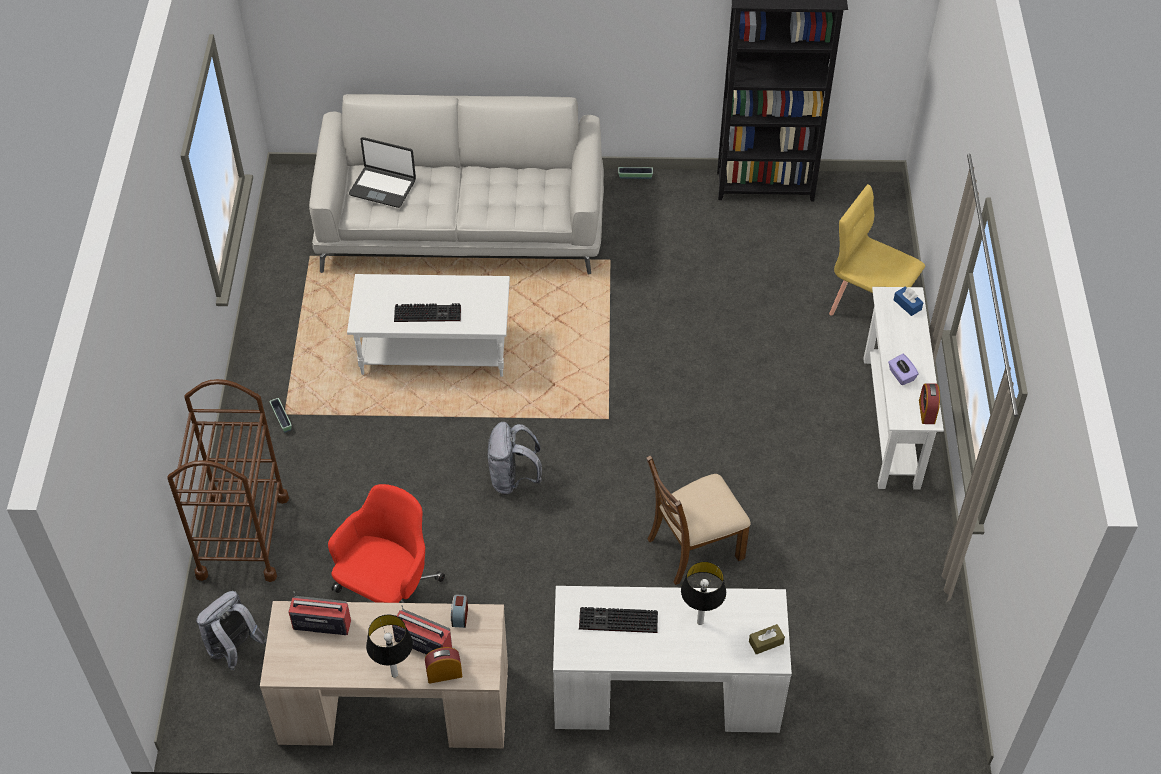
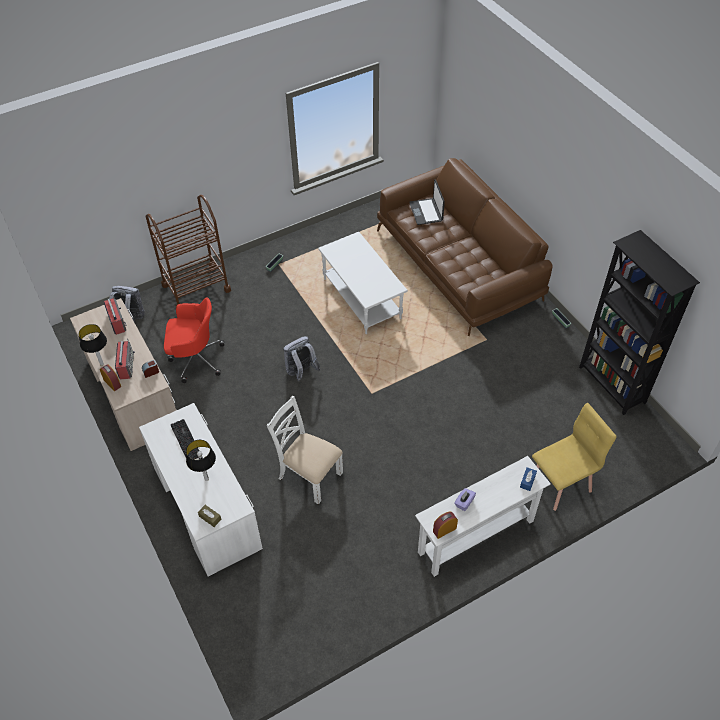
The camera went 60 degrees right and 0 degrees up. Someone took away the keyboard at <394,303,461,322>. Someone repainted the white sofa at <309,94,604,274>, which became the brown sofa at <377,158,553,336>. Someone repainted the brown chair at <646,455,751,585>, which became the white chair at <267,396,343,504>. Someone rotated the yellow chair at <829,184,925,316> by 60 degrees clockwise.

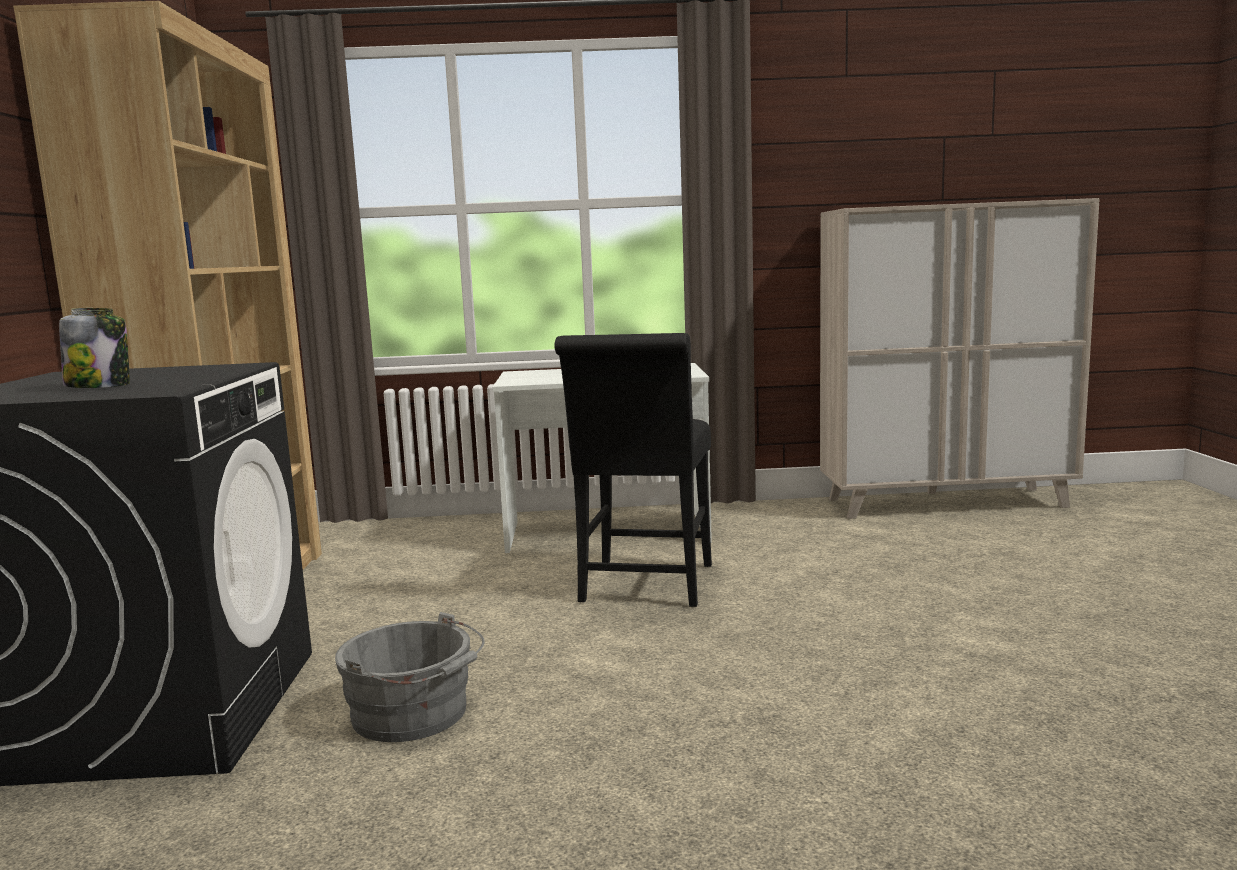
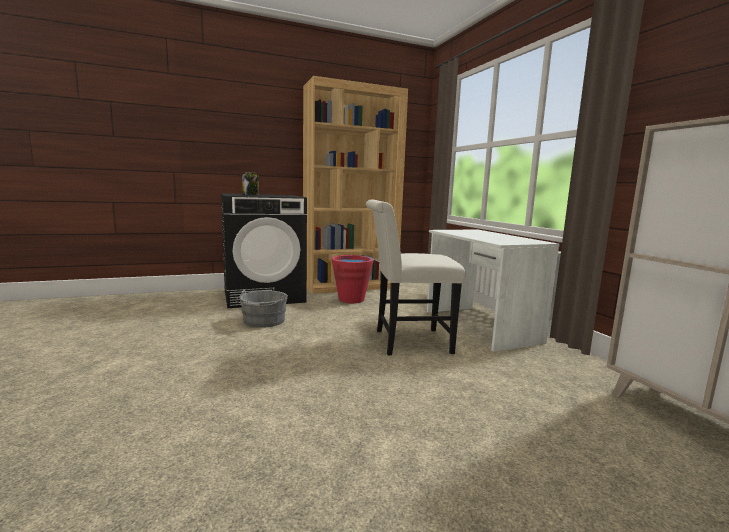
The camera went 70 degrees right and 0 degrees up. Someone put down the red bucket at <331,255,374,303>. Someone repainted the black chair at <554,333,712,607>, which became the white chair at <366,199,465,356>.

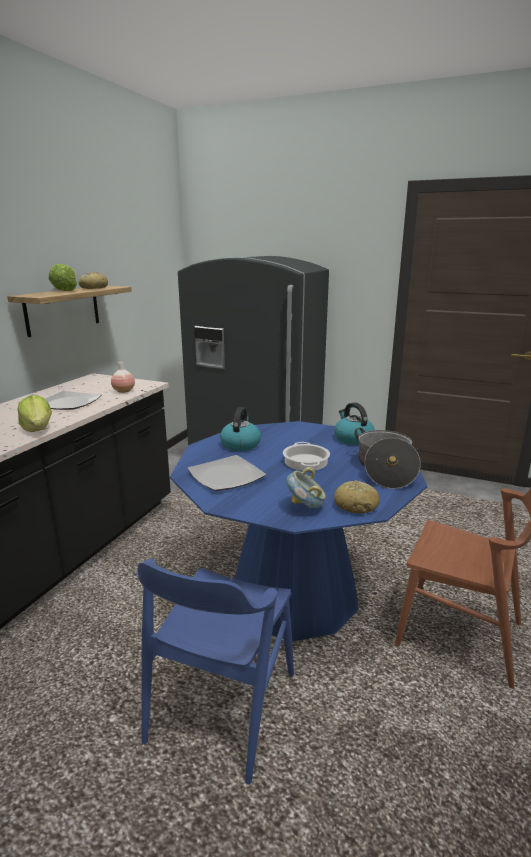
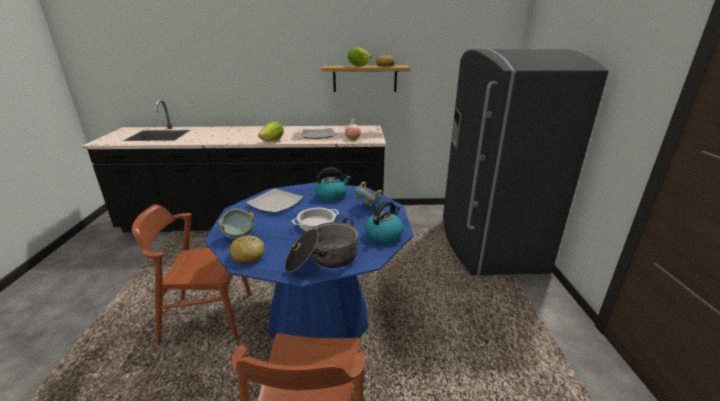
The camera went 65 degrees right and 5 degrees up. Someone put down the bowl at <355,182,383,206>. Someone repainted the blue chair at <136,559,294,784>, which became the brown chair at <132,205,251,345>.

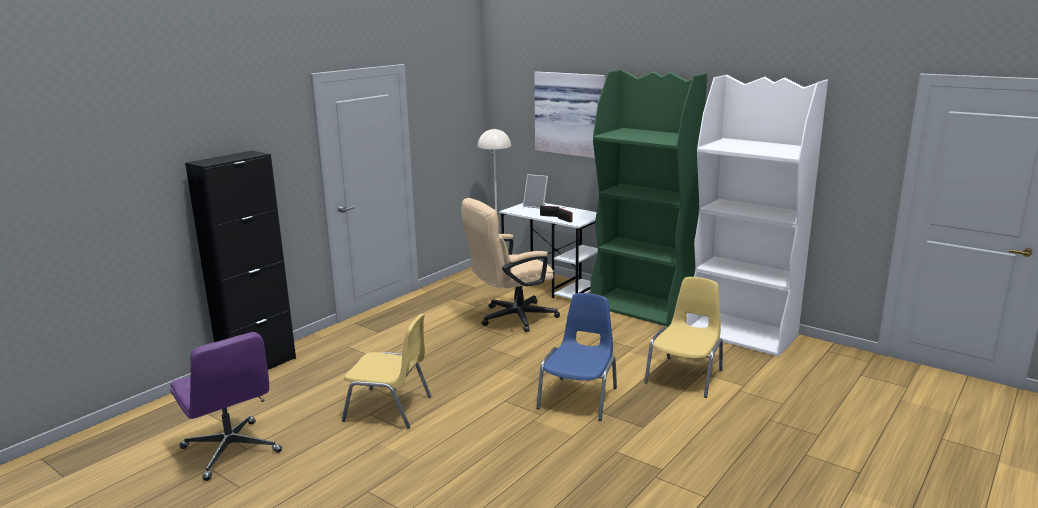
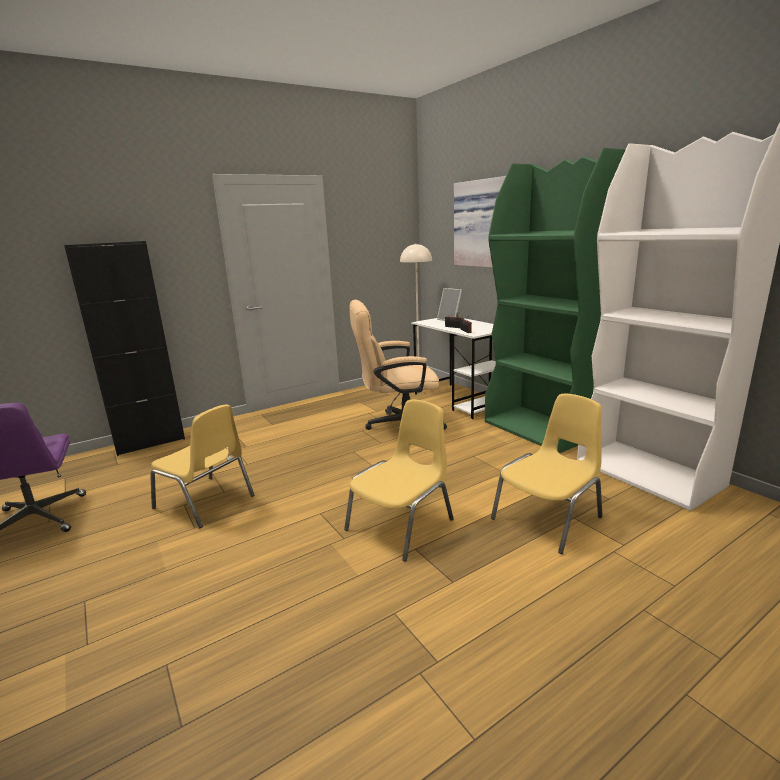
The camera went 20 degrees right and 0 degrees up. Someone repainted the blue chair at <536,293,617,421>, which became the yellow chair at <344,400,454,562>.

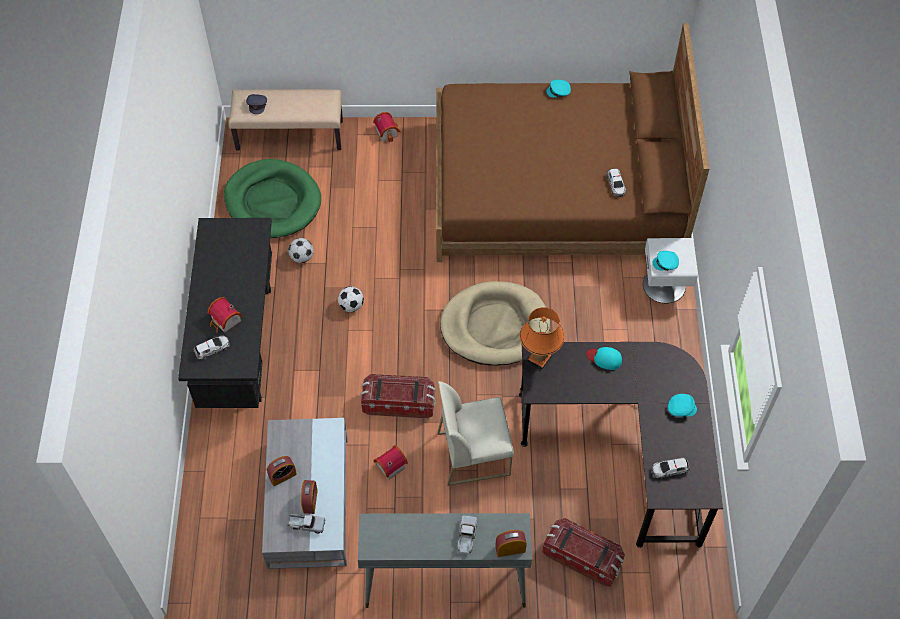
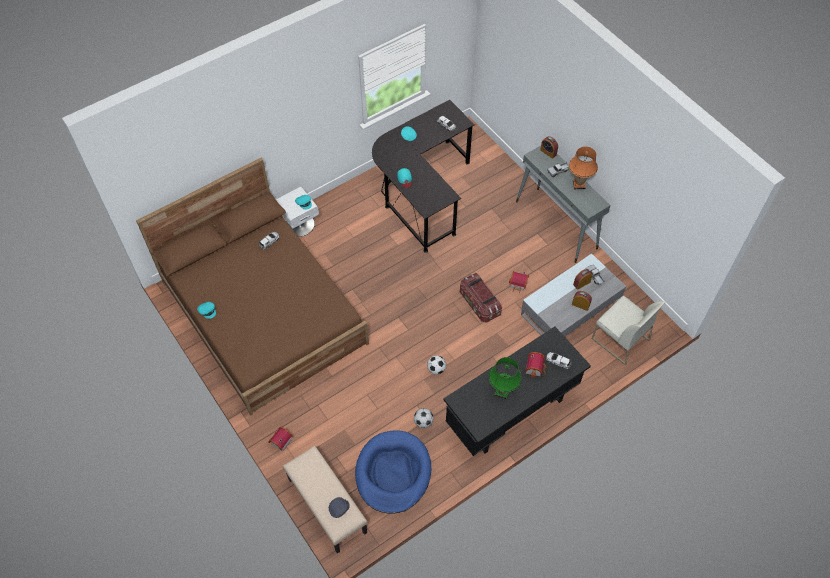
The camera went 125 degrees left and 0 degrees up. Someone took away the beige dog bed at <440,281,550,366>. Someone took away the storage box at <542,518,625,587>. Someone put down the green table lamp at <489,357,521,399>. Someone carried the white chair from <437,381,514,486> to <592,296,666,365>. Someone carried the orange table lamp from <520,307,565,369> to <569,147,598,189>. Someone repainted the green dog bed at <224,159,321,238>, which became the blue dog bed at <355,430,431,514>.

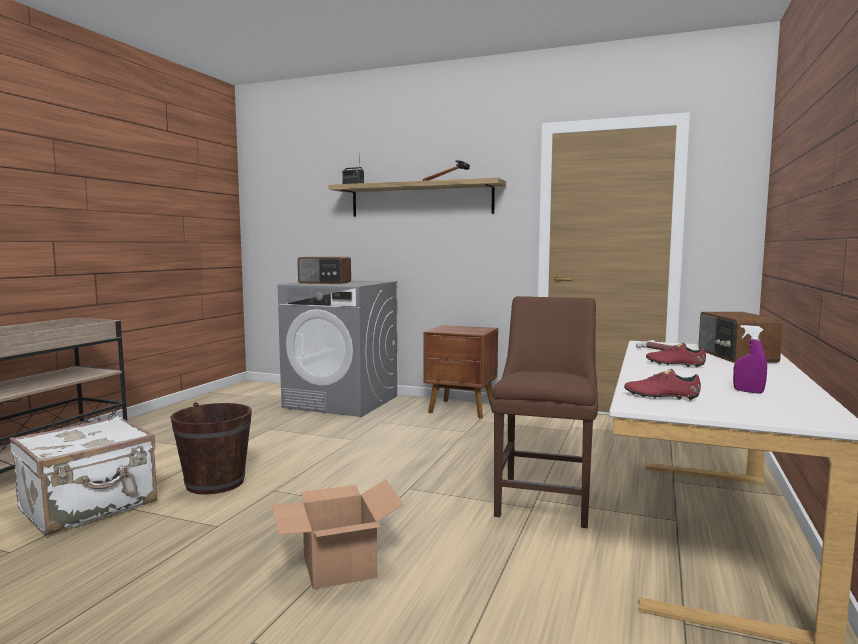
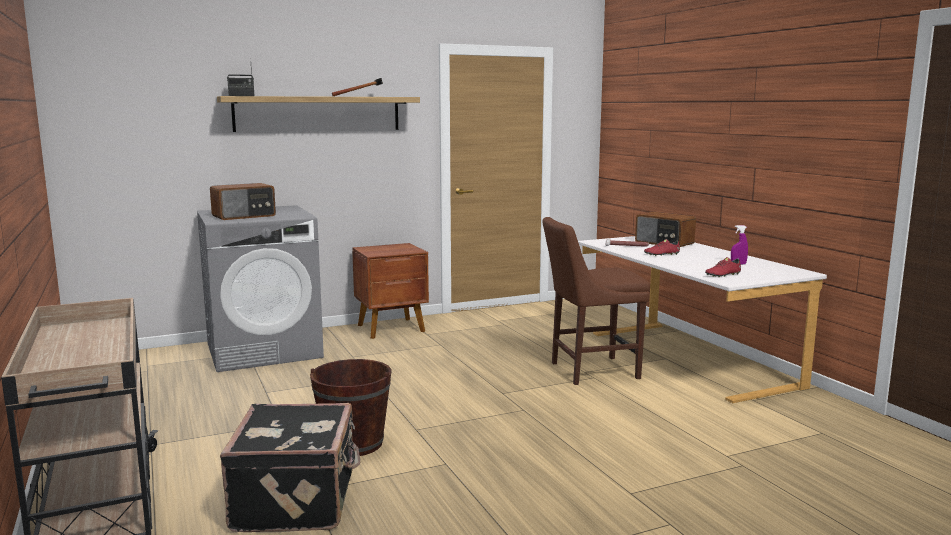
The camera went 45 degrees left and 5 degrees up. Someone took away the cardboard box at <272,480,404,590>. Someone repainted the white suitcase at <10,416,157,535>, which became the black suitcase at <220,403,360,532>. Someone rotated the brown chair at <491,296,598,528> by 75 degrees counterclockwise.

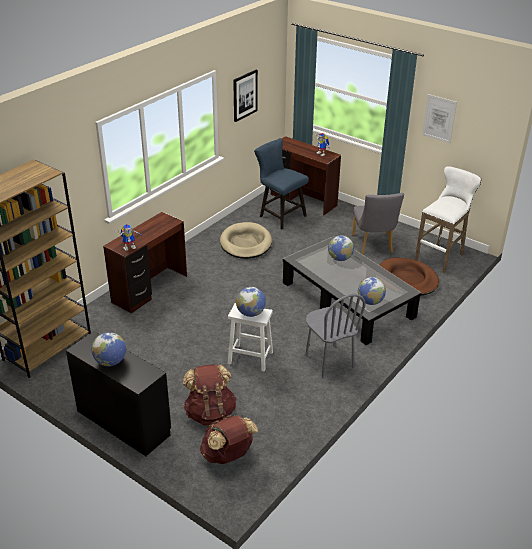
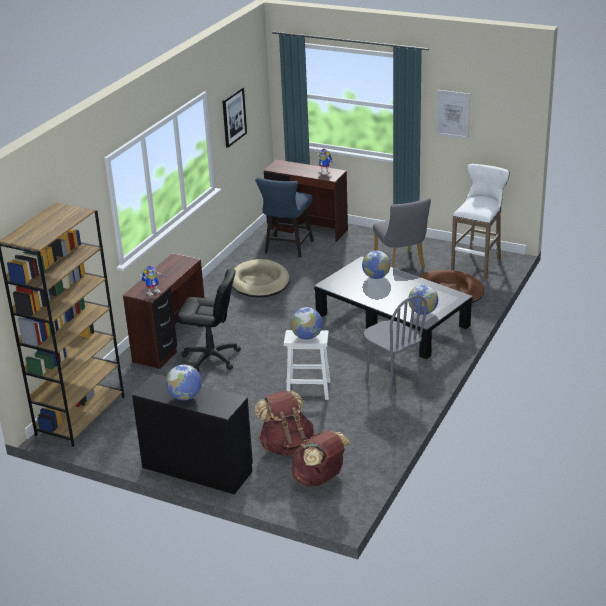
The camera went 10 degrees left and 5 degrees down. Someone put down the black office chair at <177,269,241,372>. Someone rotated the blue chair at <254,138,309,229> by 105 degrees counterclockwise.

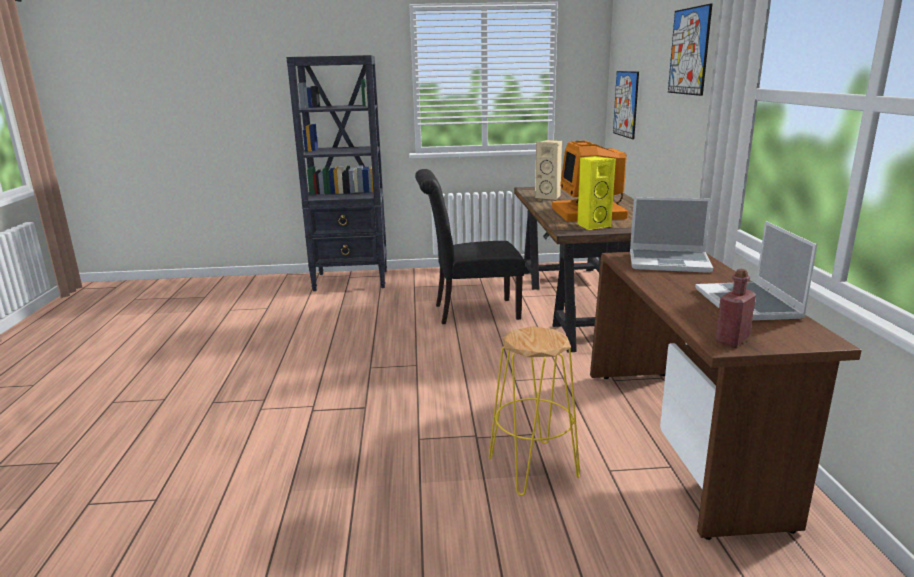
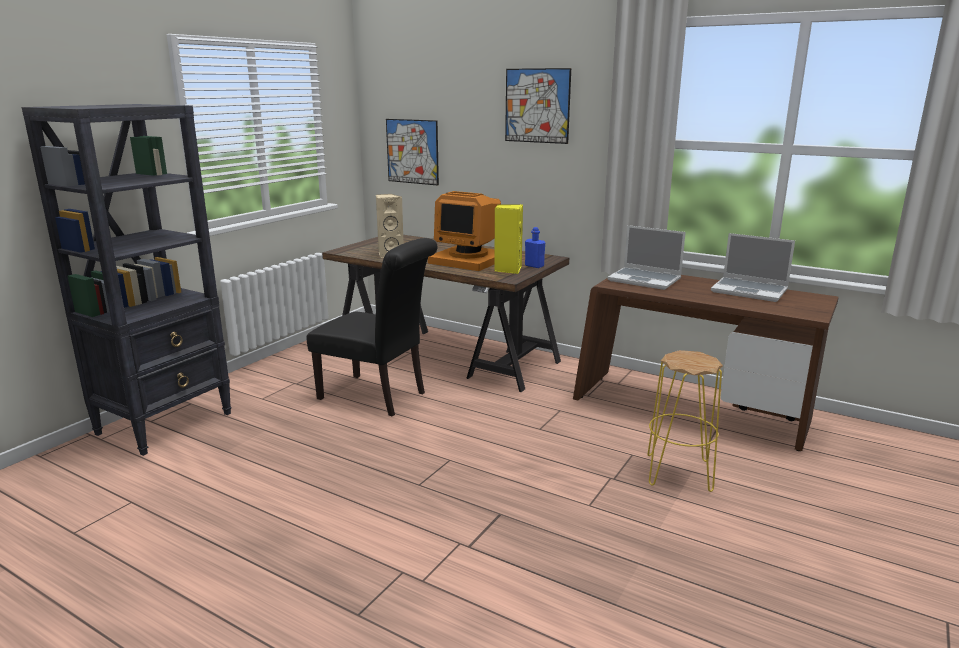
The camera went 55 degrees left and 0 degrees up. Someone took away the red bottle at <715,269,756,347>. Someone put down the blue bottle at <525,227,545,268>. Someone rotated the black chair at <415,169,525,324> by 90 degrees counterclockwise. Someone rotated the laptop at <630,197,713,273> by 75 degrees clockwise.

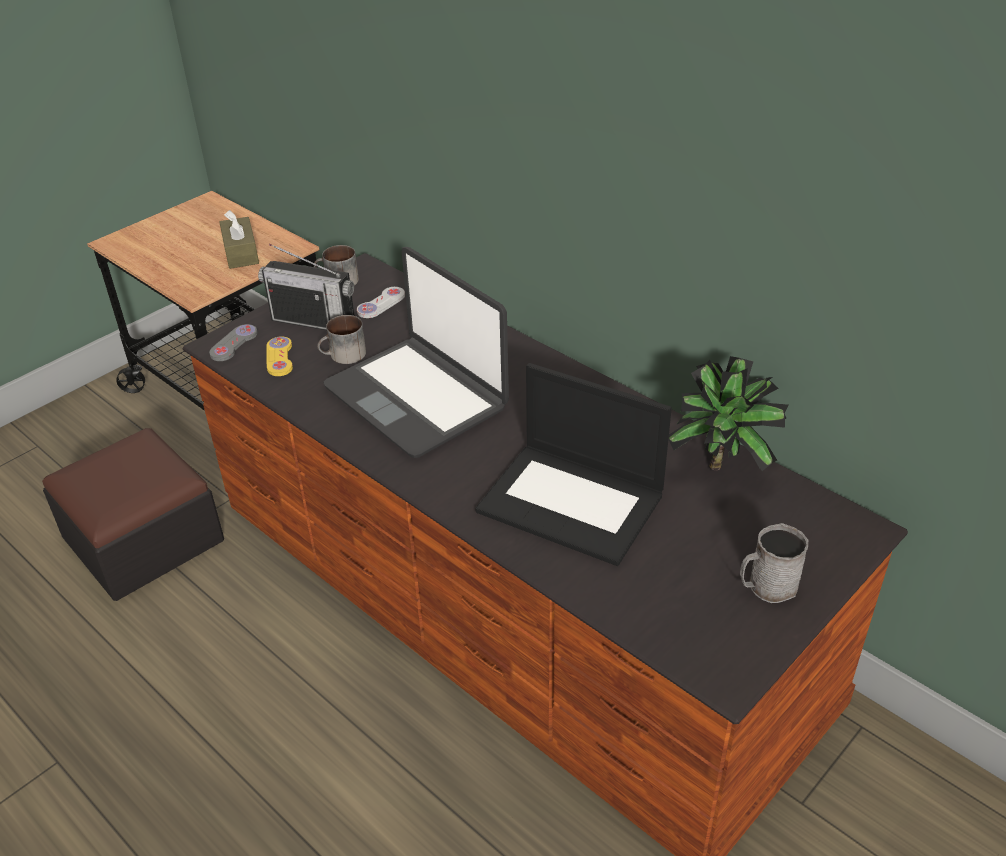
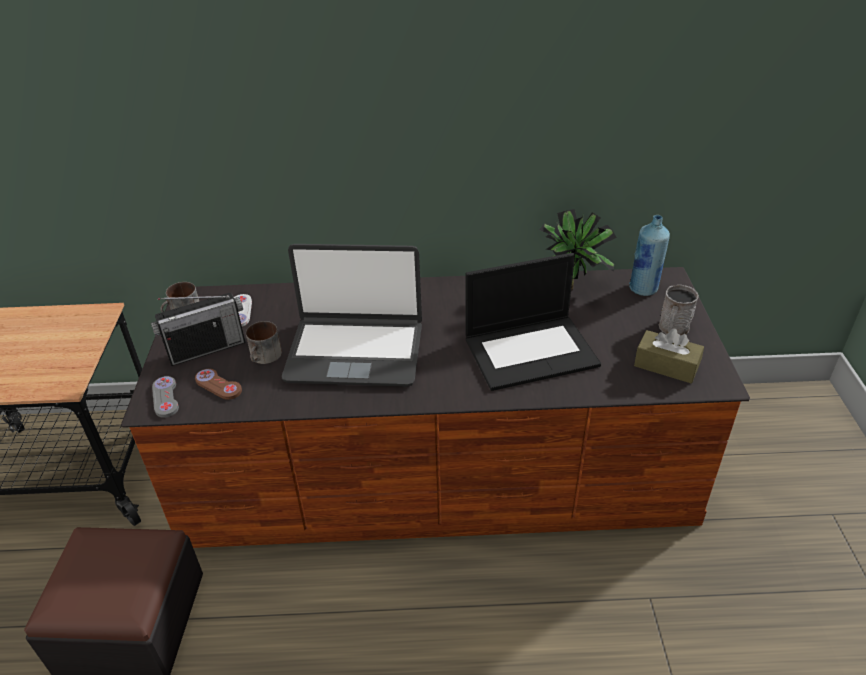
The camera went 45 degrees left and 0 degrees up. Someone put down the blue bottle at <629,215,670,296>. Someone carried the brown tissue box from <220,210,259,269> to <634,329,704,384>. Someone repainted the yellow game controller at <267,337,293,376>, which became the brown game controller at <195,369,242,400>.

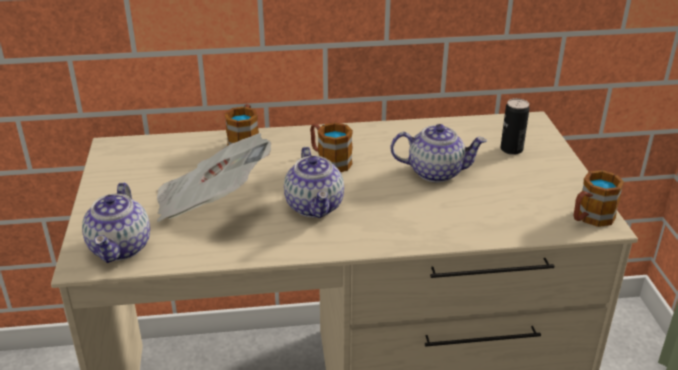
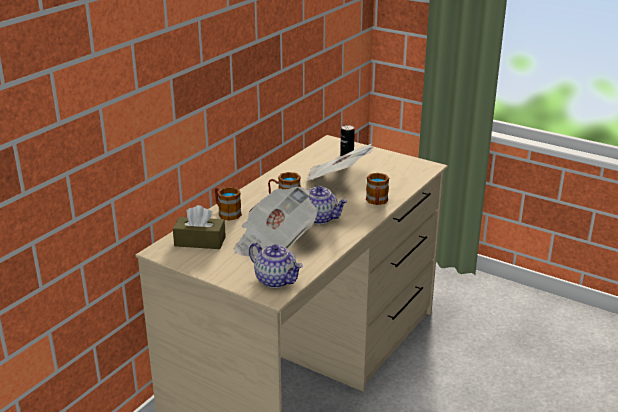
The camera went 50 degrees left and 5 degrees down. Someone put down the brown tissue box at <173,205,226,249>. Someone carried the mug from <573,170,624,227> to <366,173,389,205>. Someone swapped the teapot at <391,124,487,183> for the newspaper at <305,144,374,182>.

